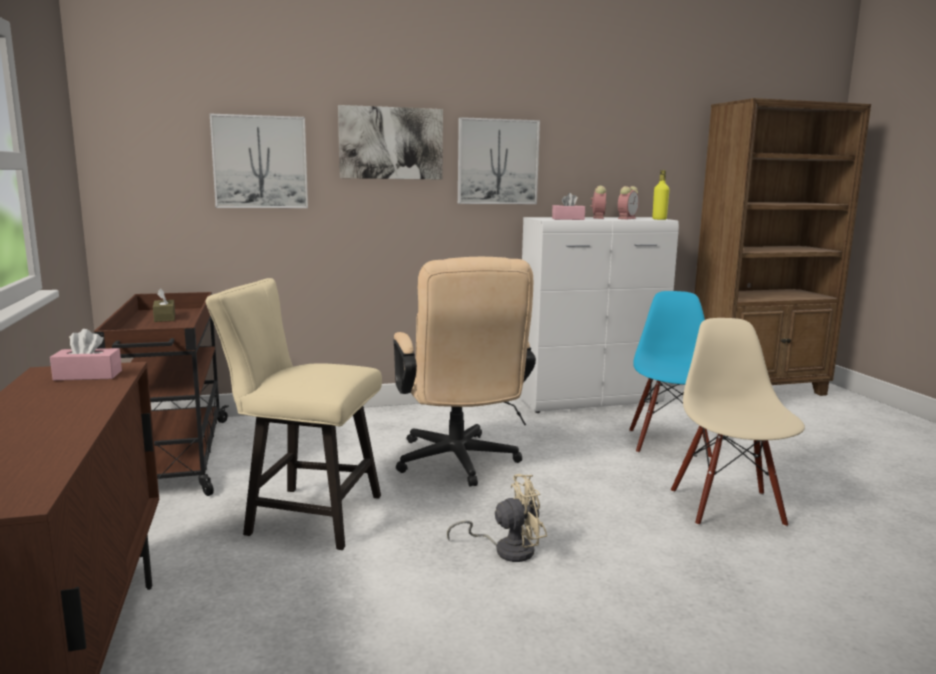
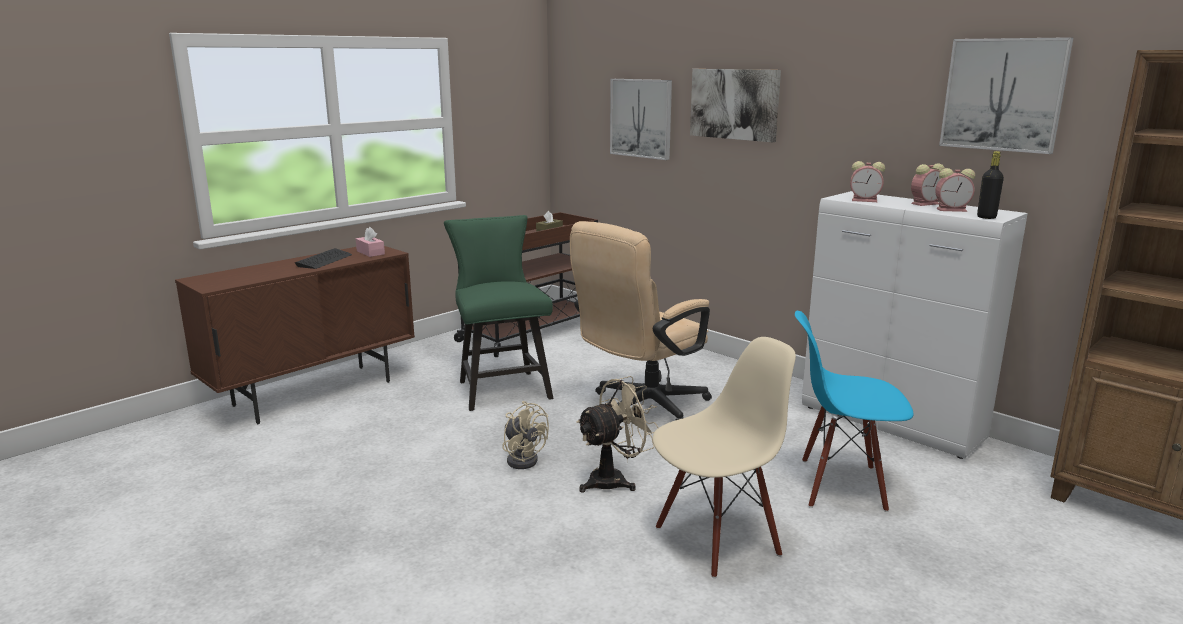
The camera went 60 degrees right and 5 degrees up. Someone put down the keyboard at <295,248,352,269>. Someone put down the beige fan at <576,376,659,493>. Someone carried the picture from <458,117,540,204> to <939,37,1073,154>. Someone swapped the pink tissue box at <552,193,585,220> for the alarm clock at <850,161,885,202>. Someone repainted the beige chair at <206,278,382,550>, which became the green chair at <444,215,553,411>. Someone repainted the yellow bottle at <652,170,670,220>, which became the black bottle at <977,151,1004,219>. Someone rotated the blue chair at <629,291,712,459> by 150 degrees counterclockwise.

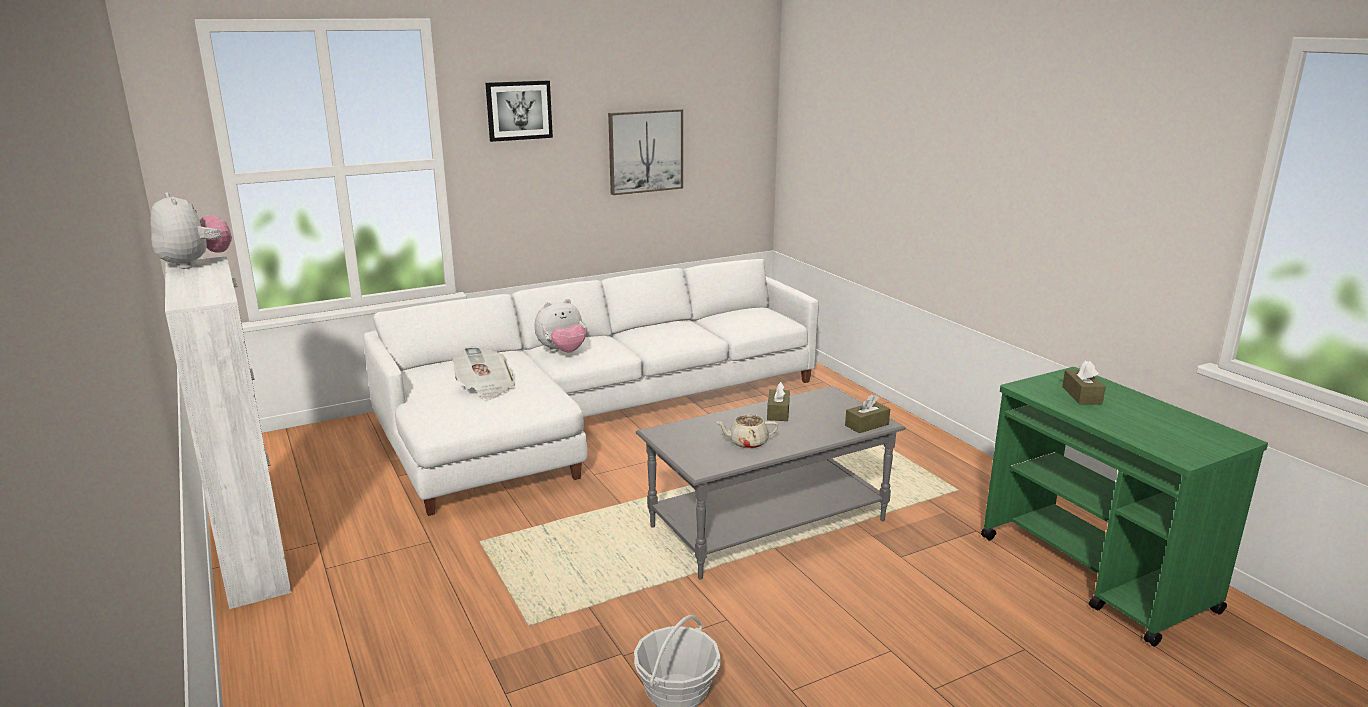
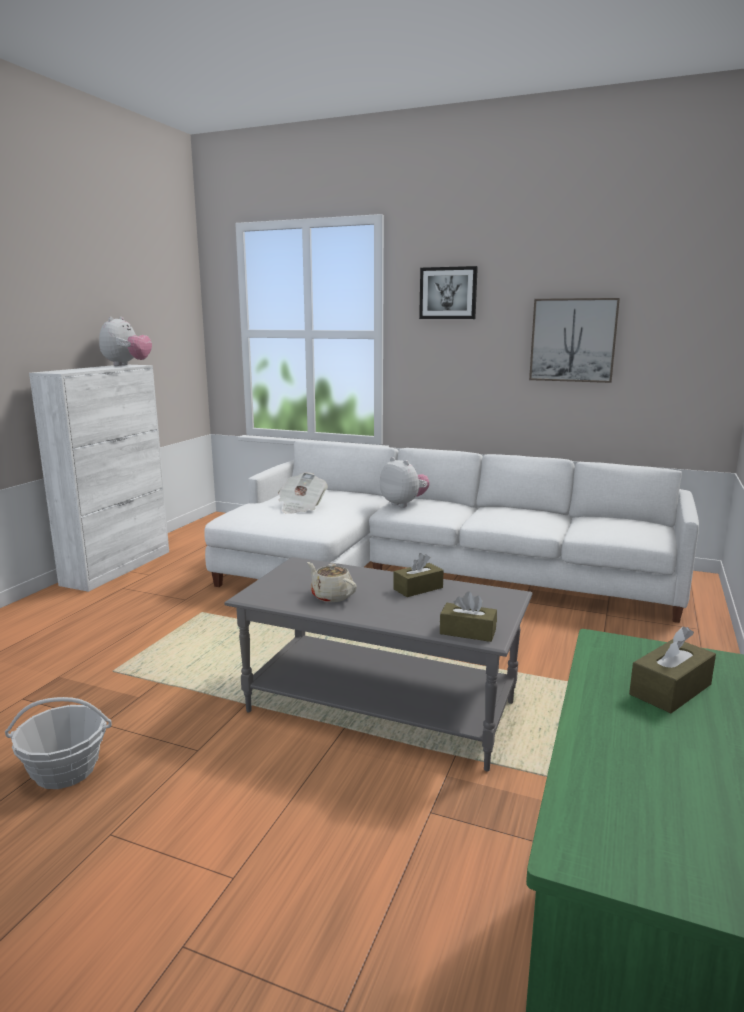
The camera went 50 degrees right and 5 degrees down. Someone rotated the plush toy at <534,299,586,353> by 150 degrees counterclockwise.

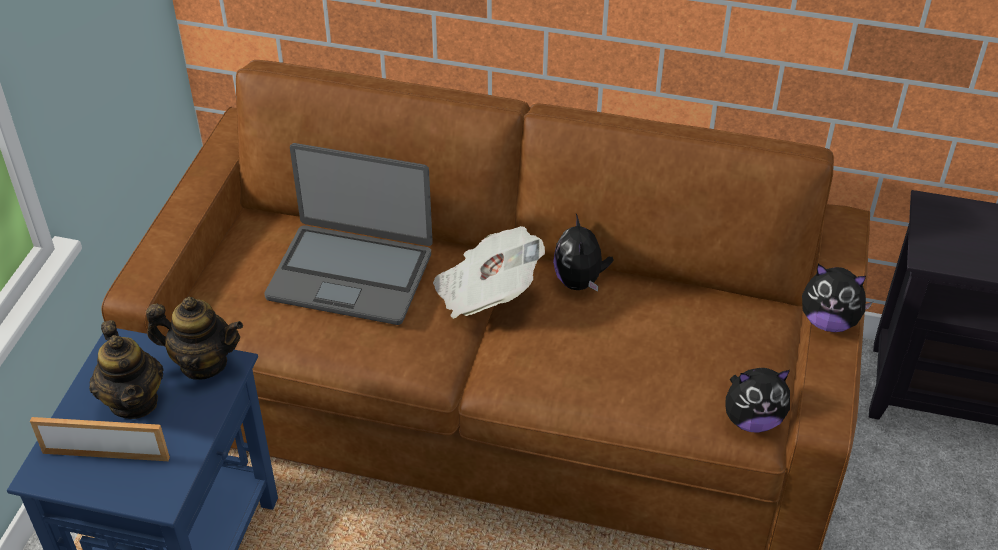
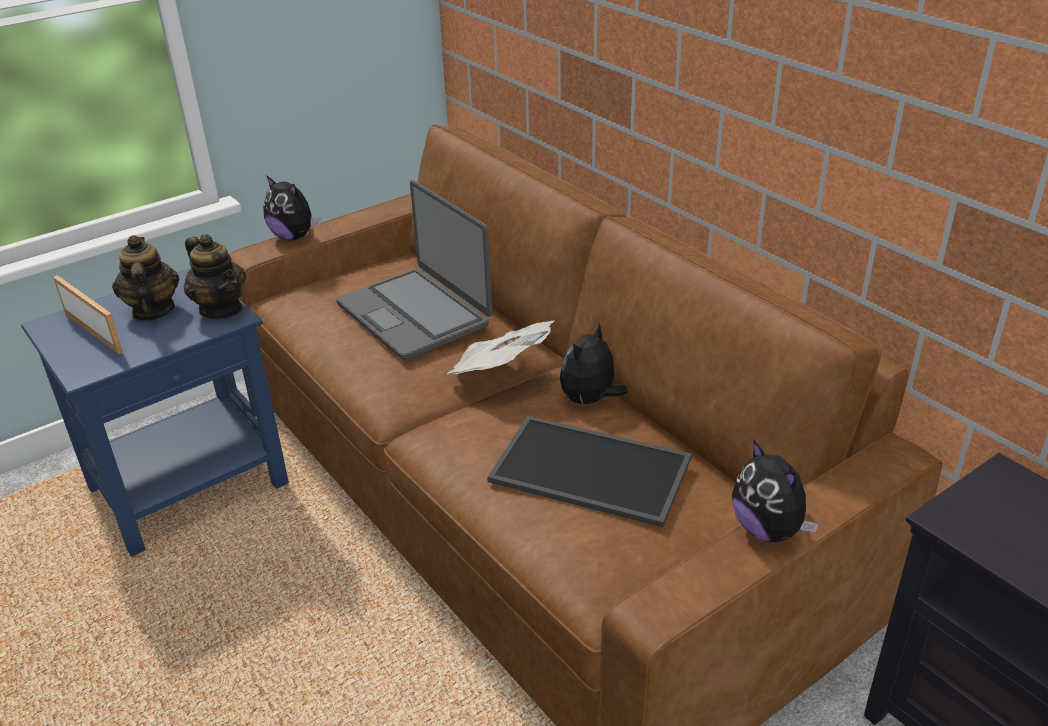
The camera went 40 degrees right and 10 degrees down. Someone put down the tray at <487,416,692,527>. Someone carried the plush toy from <725,368,790,433> to <263,175,321,241>. Someone rotated the teapot at <89,320,163,419> by 150 degrees clockwise.

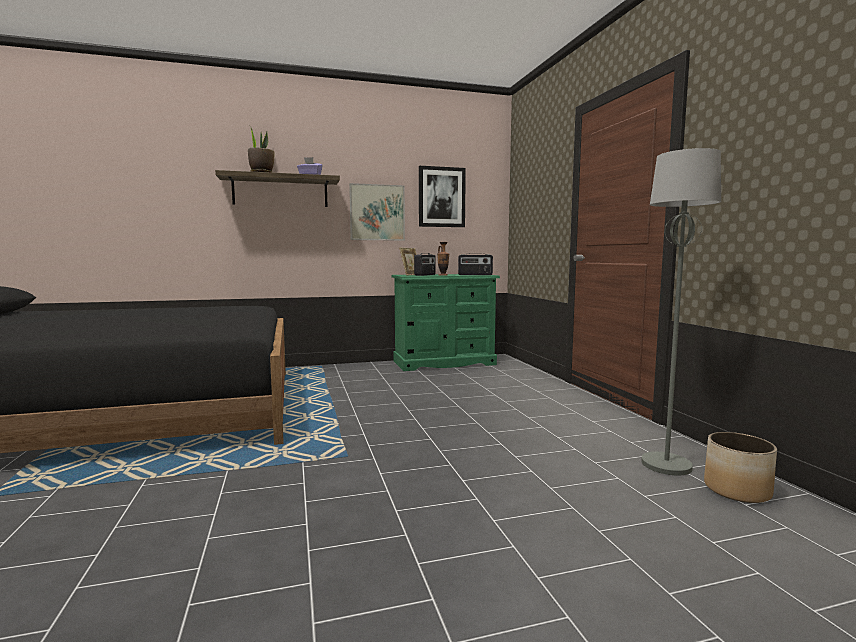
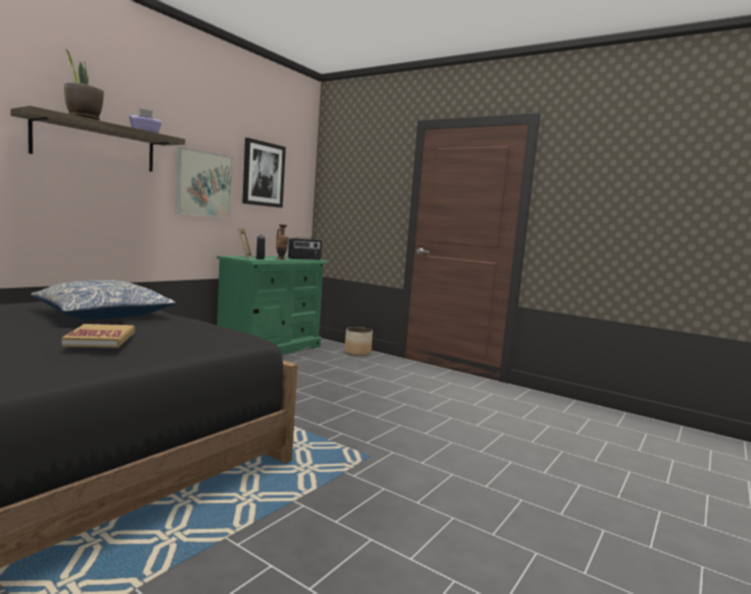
The camera went 40 degrees left and 0 degrees up. Someone took away the grey floor lamp at <641,148,721,475>. Someone put down the pillow at <31,280,176,320>. Someone put down the book at <62,324,135,348>. Someone carried the planter from <704,432,777,503> to <344,327,373,356>.

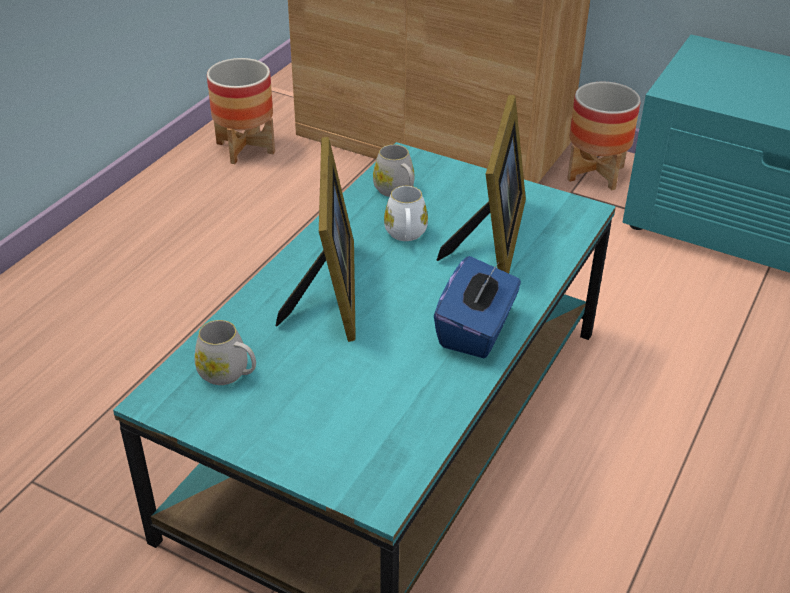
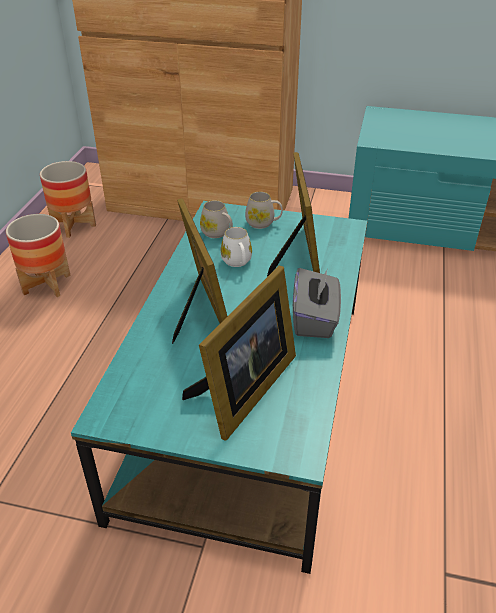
The camera went 15 degrees left and 0 degrees up. Someone put down the picture frame at <182,266,296,441>. Someone carried the white mug from <194,320,256,385> to <245,192,283,229>. Someone carried the planter from <567,82,641,190> to <6,214,71,297>. Someone repainted the blue tissue box at <434,256,521,358>, which became the grey tissue box at <293,268,341,338>.

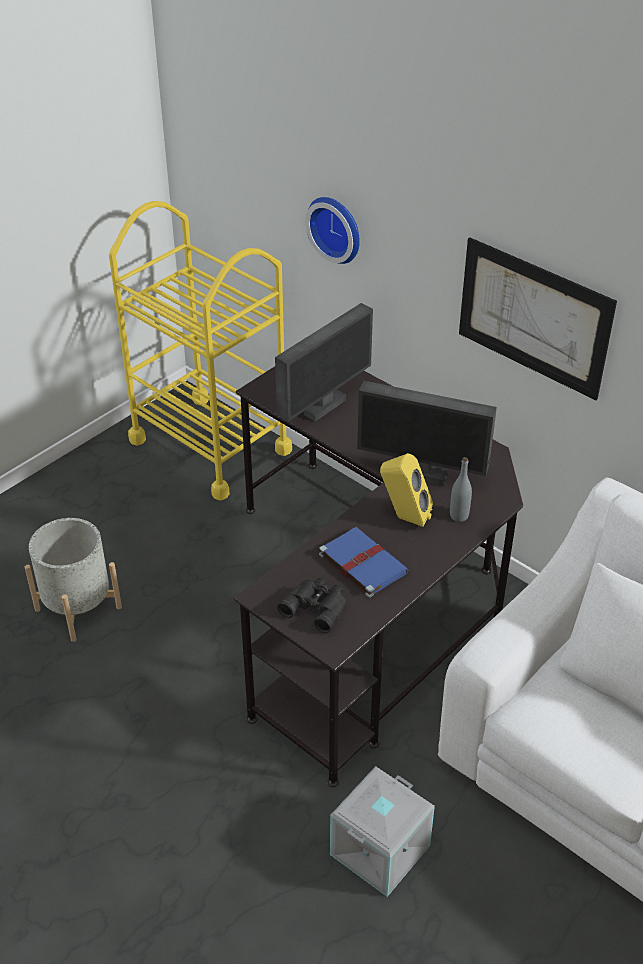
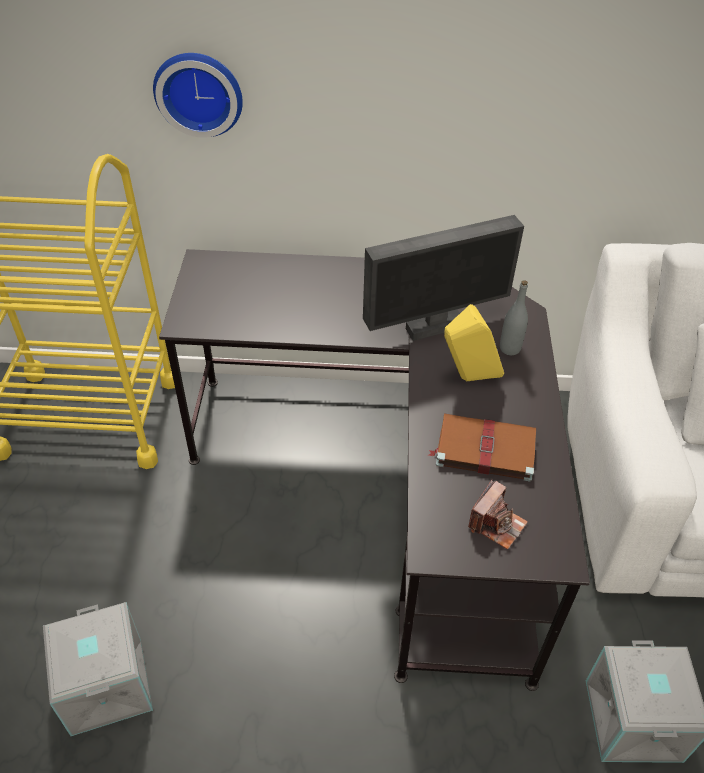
The camera went 40 degrees left and 5 degrees up. Someone took away the monitor at <275,303,373,422>. Someone took away the picture at <459,237,617,400>. Someone swapped the grey planter at <25,518,122,642> for the grey storage box at <43,602,153,736>. Someone swapped the black binoculars at <277,578,346,633> for the photo camera at <468,480,528,550>. Someone repainted the blue book at <319,527,408,598>, which became the brown book at <428,413,536,482>.

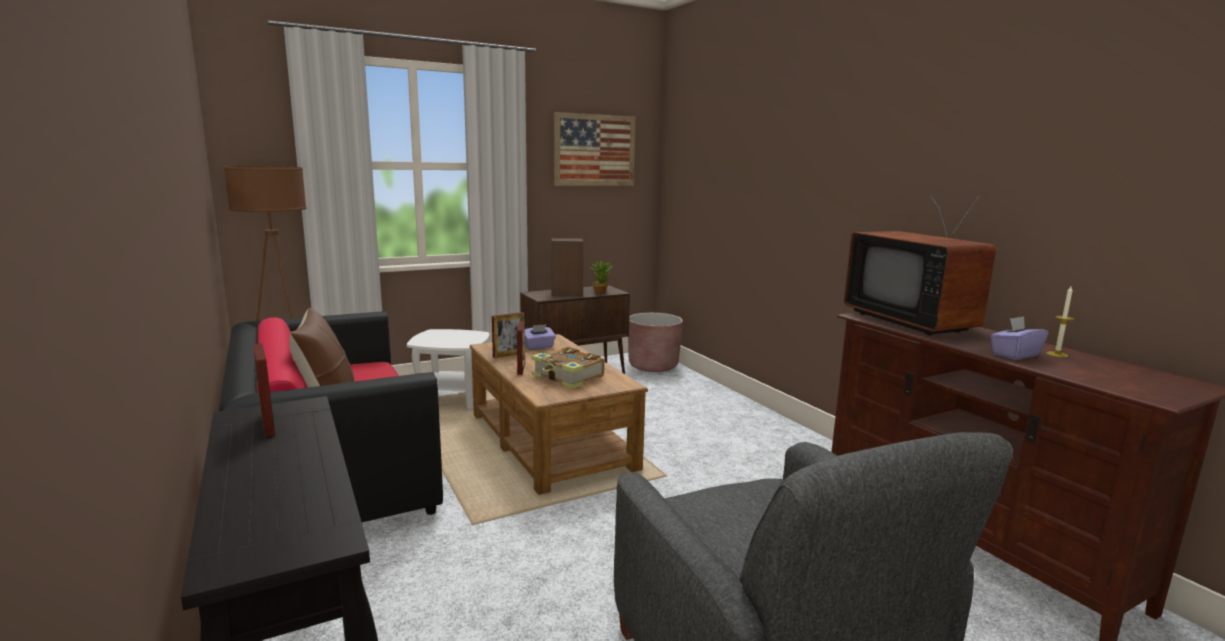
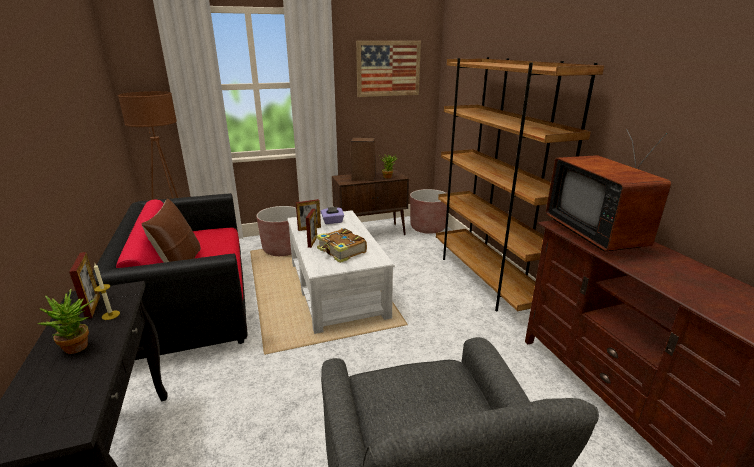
The camera went 10 degrees right and 10 degrees up. Someone took away the purple tissue box at <990,316,1048,360>. Someone put down the potted plant at <37,289,95,354>. Someone put down the brown bookcase at <436,57,604,311>. Someone carried the candle from <1046,287,1074,358> to <94,264,120,320>. Someone swapped the white side table at <407,329,490,409> for the brown planter at <256,206,297,256>. Someone repainted the brown coffee table at <470,334,648,495>, which became the white coffee table at <287,210,395,334>.

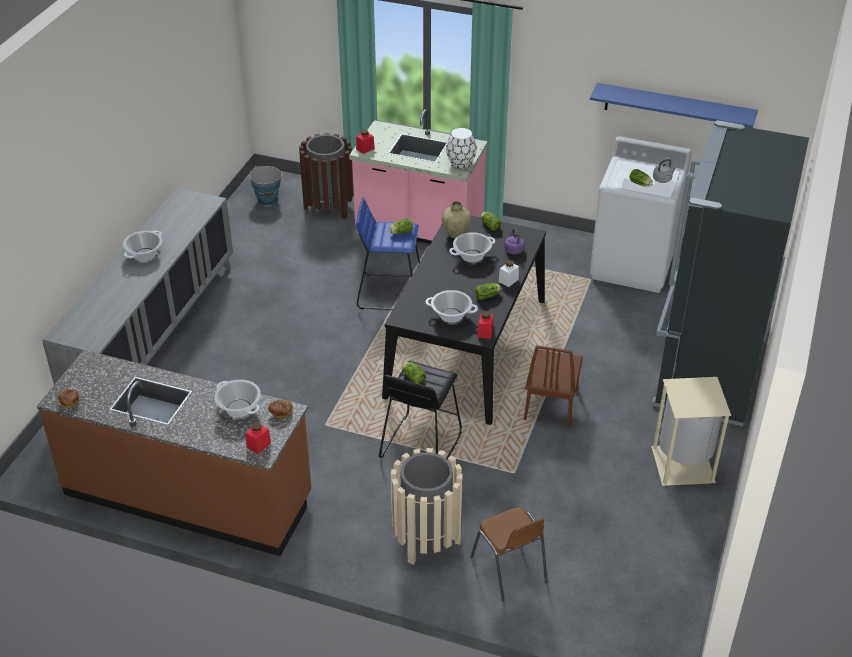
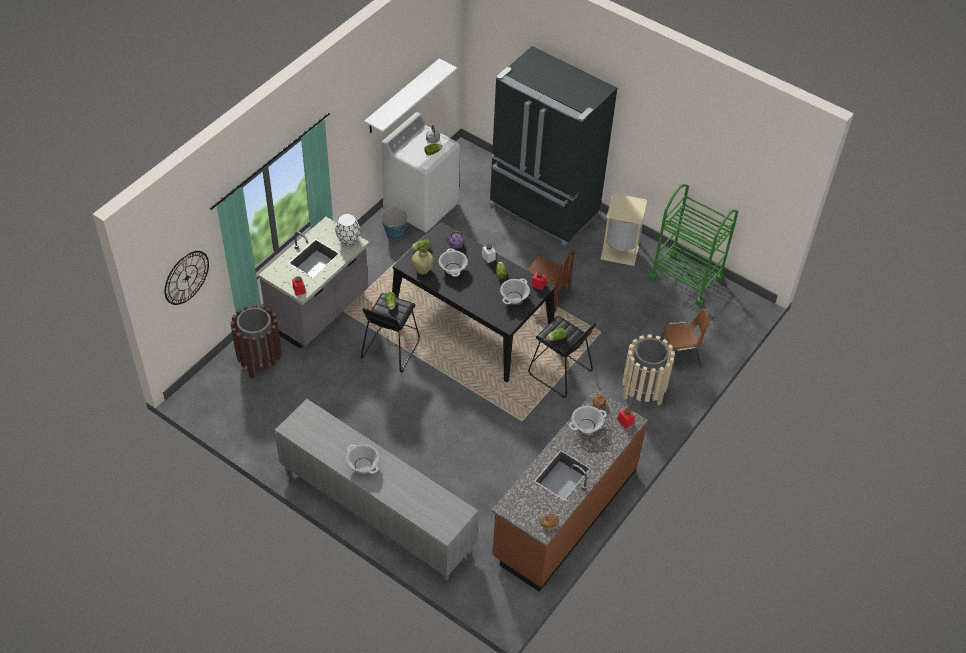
The camera went 75 degrees left and 10 degrees up. Someone put up the wall clock at <165,251,209,305>. Someone put down the green cart at <649,184,738,307>. Someone carried the bucket from <249,166,283,206> to <381,207,408,240>. Someone repainted the pink counter at <349,109,488,244>, which became the grey counter at <259,217,369,348>. Someone repainted the blue stool at <356,197,420,310>, which became the black stool at <361,293,420,372>. Someone repainted the blue shelf at <590,83,758,128>, which became the white shelf at <364,59,457,133>.

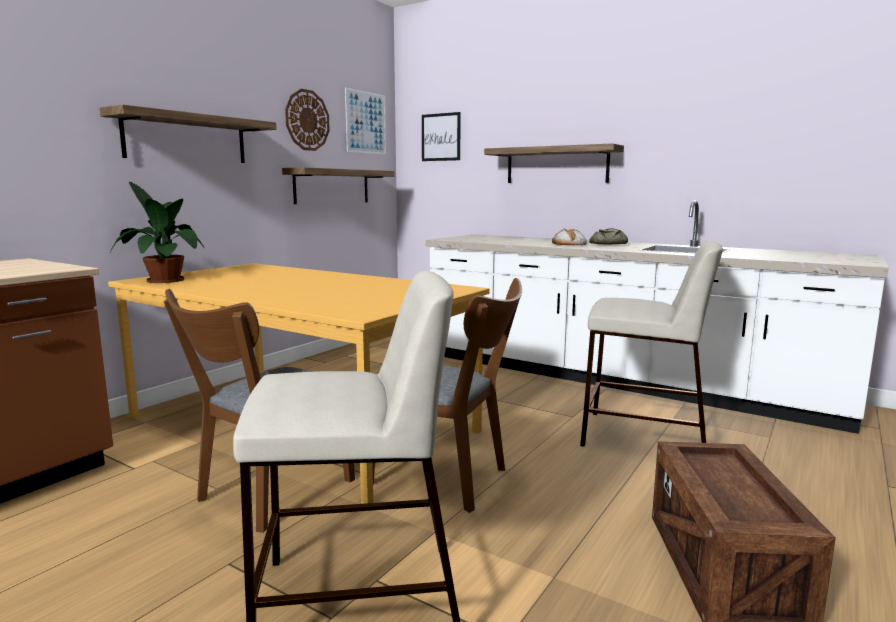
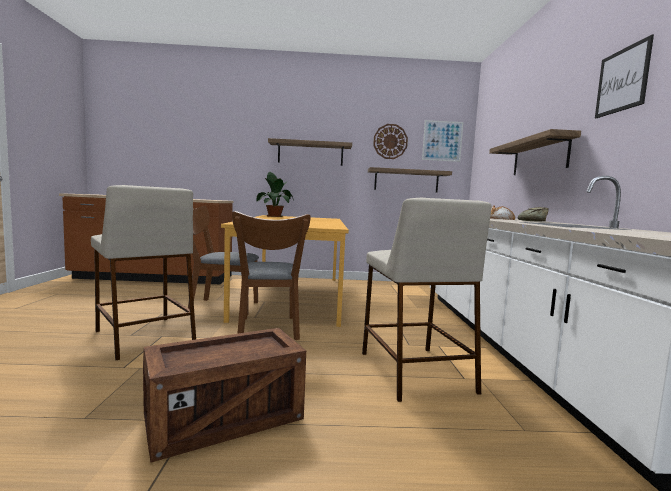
The camera went 55 degrees right and 5 degrees down. Someone carried the picture from <422,112,461,161> to <595,35,654,118>.

